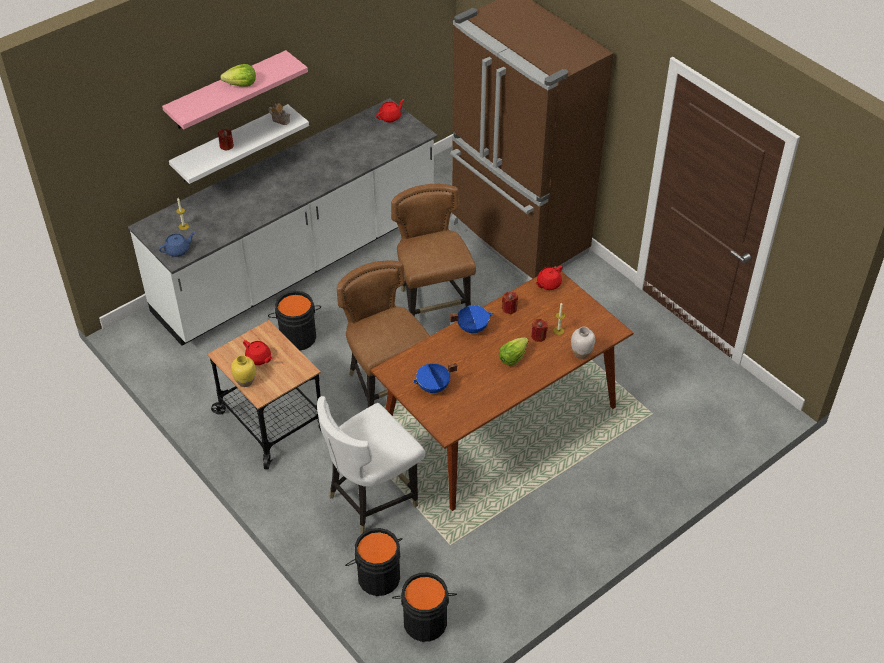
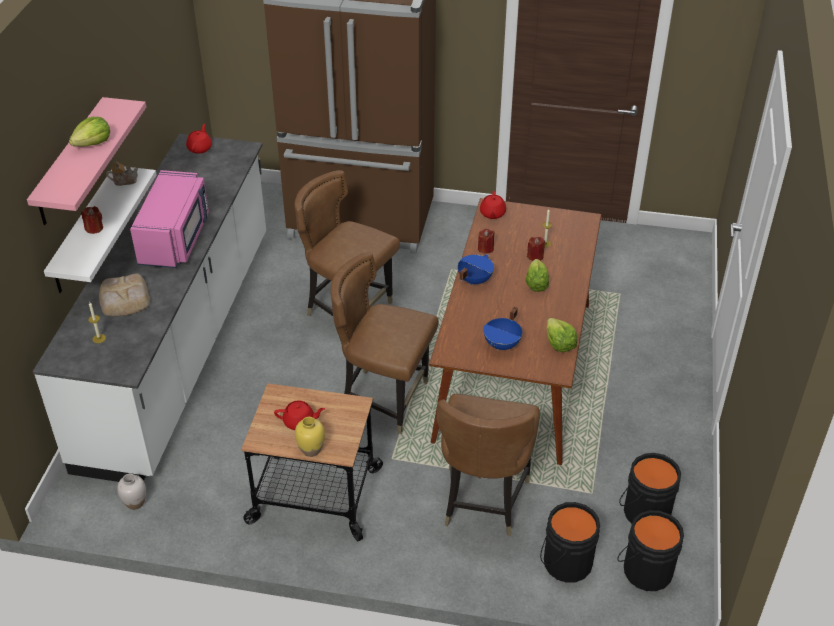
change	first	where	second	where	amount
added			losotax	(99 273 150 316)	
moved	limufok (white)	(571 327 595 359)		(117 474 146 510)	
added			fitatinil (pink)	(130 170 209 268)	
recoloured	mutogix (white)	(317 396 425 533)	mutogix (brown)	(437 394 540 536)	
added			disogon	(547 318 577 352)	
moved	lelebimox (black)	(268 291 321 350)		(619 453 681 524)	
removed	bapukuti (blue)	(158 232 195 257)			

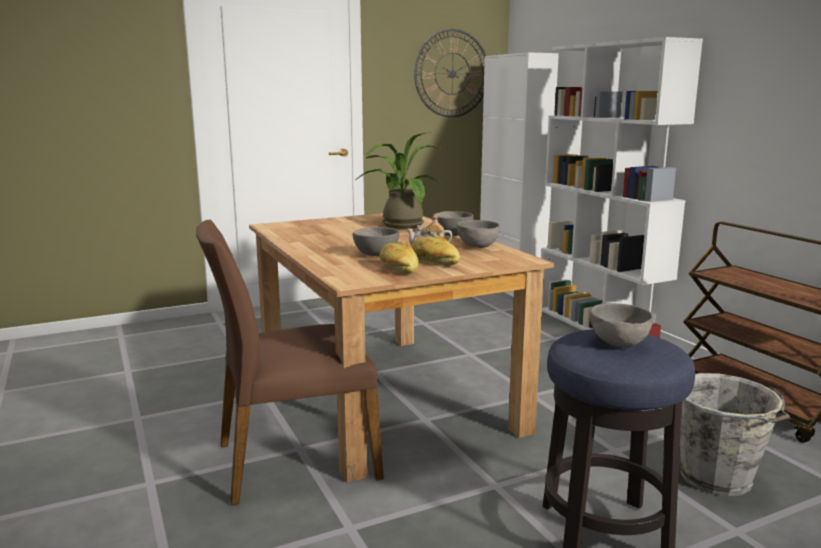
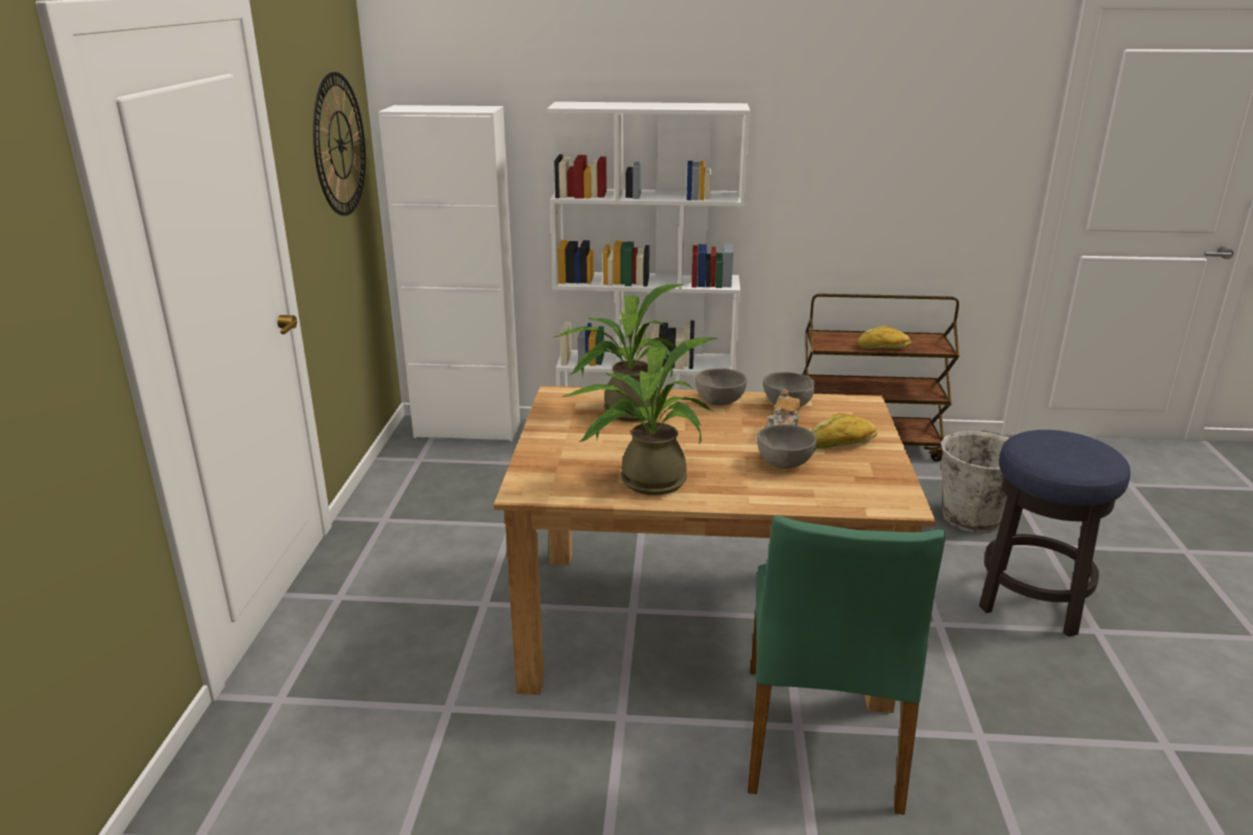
change	first	where	second	where	amount
added			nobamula	(561 338 717 495)	
recoloured	mutogix (brown)	(196 220 384 506)	mutogix (green)	(748 515 945 815)	
moved	losotax	(379 243 419 274)		(857 325 911 349)	
removed	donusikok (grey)	(590 303 653 347)			

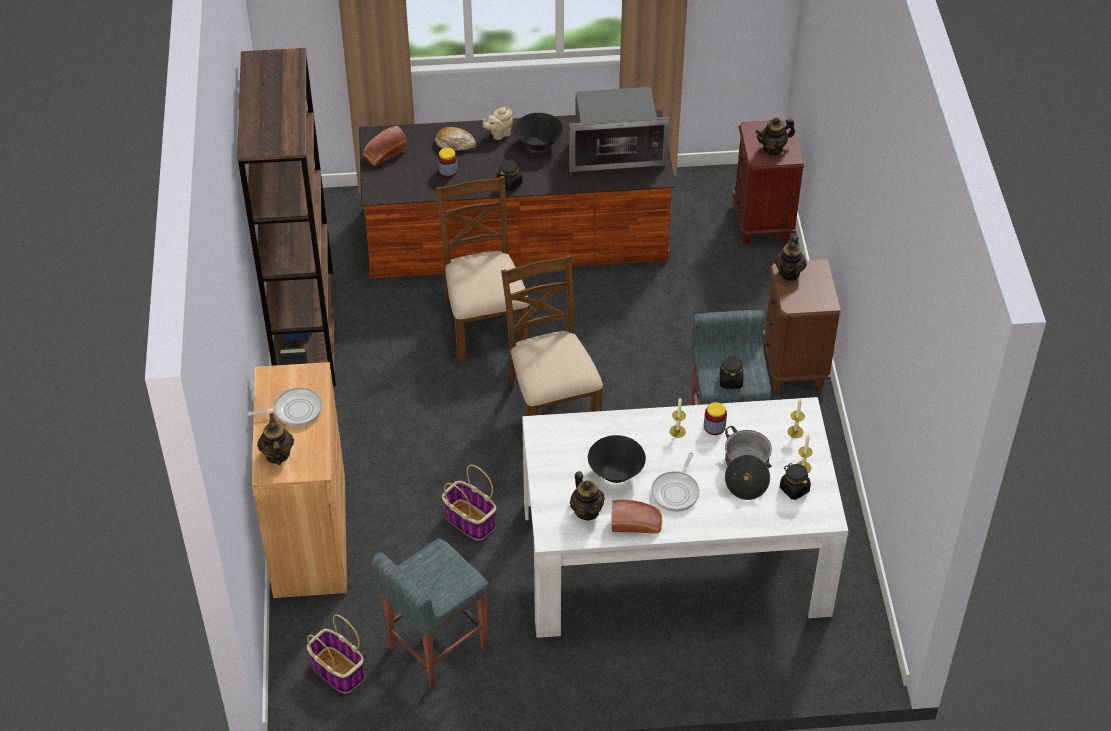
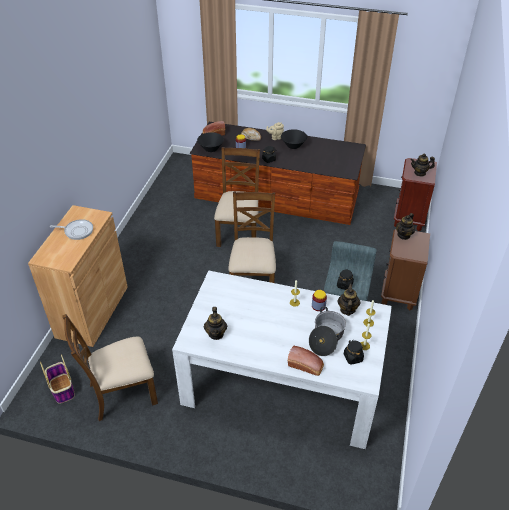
change	first	where	second	where	amount
replaced	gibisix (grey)	(371 538 489 689)	mutogix (brown)	(63 314 158 421)	
moved	donusikok (black)	(588 435 646 483)		(197 132 224 152)	
moved	losotax	(611 500 662 533)		(288 346 324 376)	
moved	bapukuti	(257 413 294 465)		(337 284 361 316)	
removed	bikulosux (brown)	(237 48 336 386)			
removed	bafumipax	(442 465 496 540)			
removed	fitatinil	(569 87 670 172)			
removed	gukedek	(651 452 700 512)			

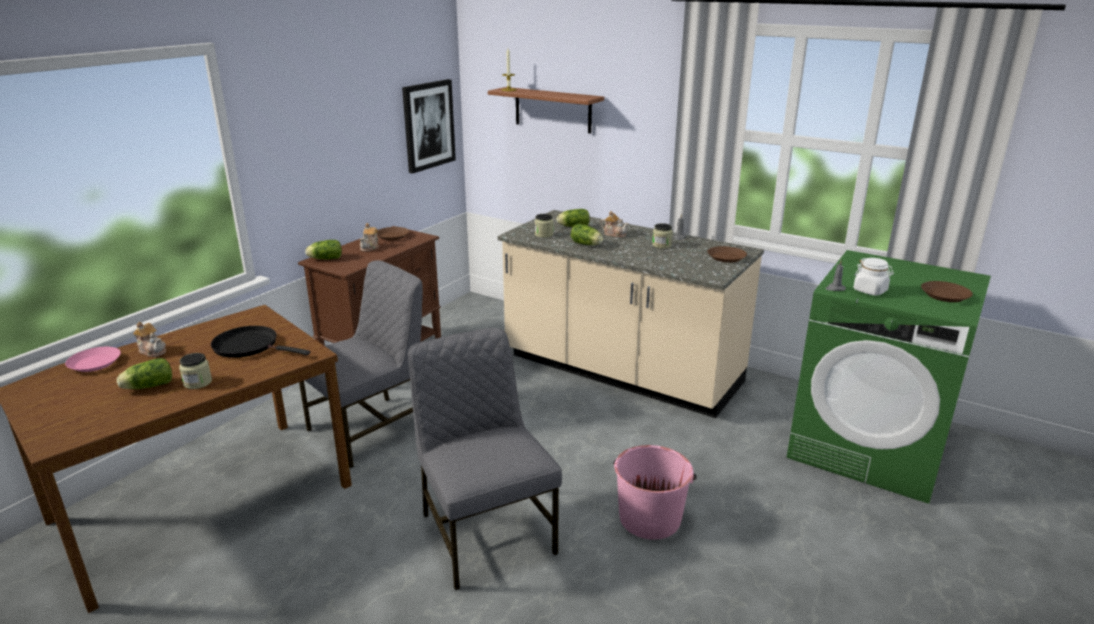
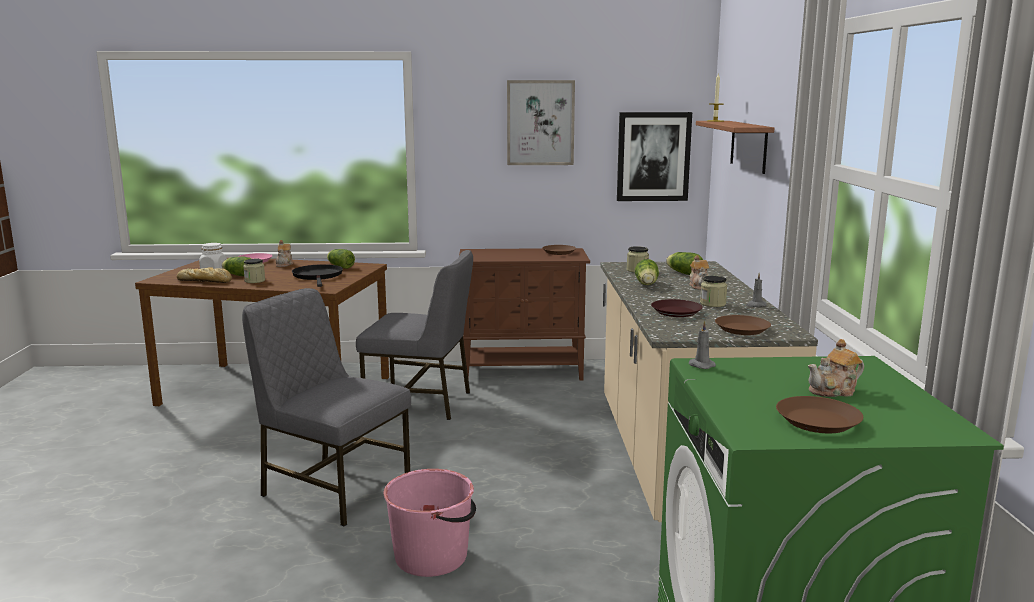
change	first	where	second	where	amount
added			losotax	(177 267 232 283)	
moved	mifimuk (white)	(853 258 894 296)		(199 243 227 269)	
turned	mutogix (grey)	(408 328 562 591)		(242 288 411 526)	90 degrees counterclockwise
moved	disogon	(305 240 342 259)		(327 249 355 269)	
added			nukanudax	(507 80 575 165)	
added			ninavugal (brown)	(651 299 703 317)	
moved	bapukuti	(360 223 379 252)		(808 339 864 397)	

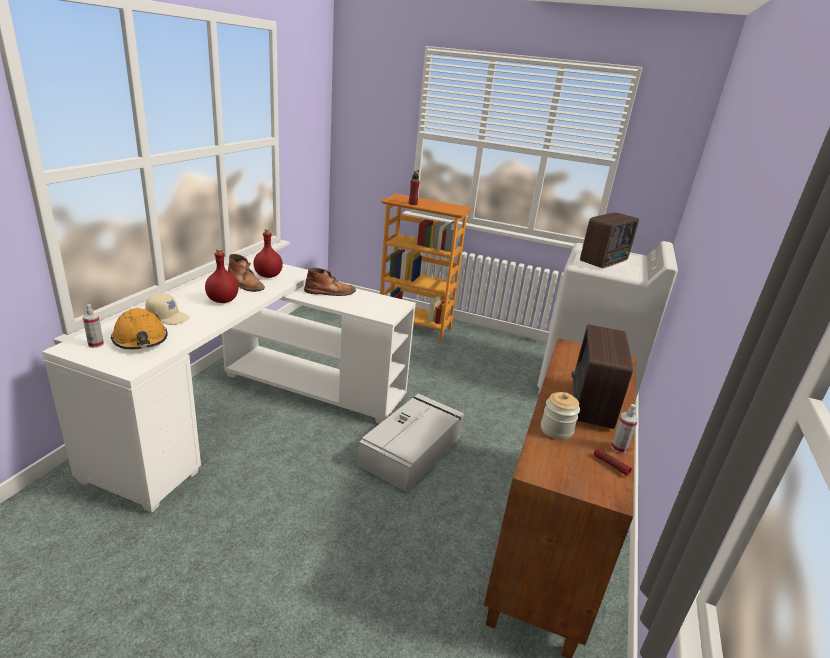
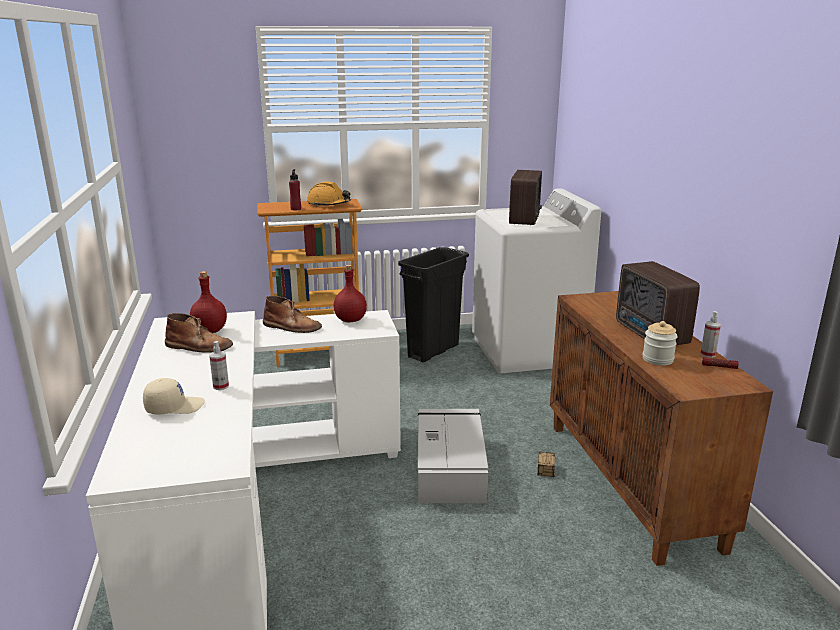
change	first	where	second	where	amount
moved	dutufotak	(83 304 104 348)		(209 341 229 390)	
turned	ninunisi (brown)	(304 268 356 296)		(263 296 322 333)	60 degrees clockwise
moved	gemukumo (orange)	(111 308 168 349)		(307 182 351 207)	
moved	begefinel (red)	(205 249 239 303)		(334 265 367 322)	
added			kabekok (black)	(398 247 469 362)	
added			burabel	(538 452 555 477)	

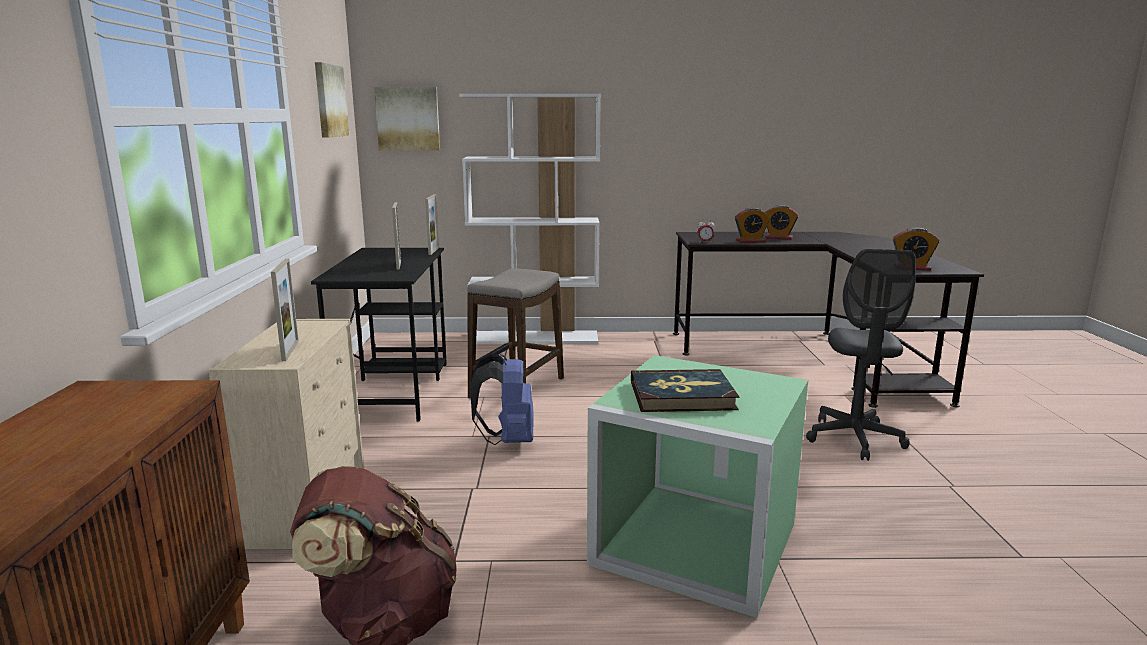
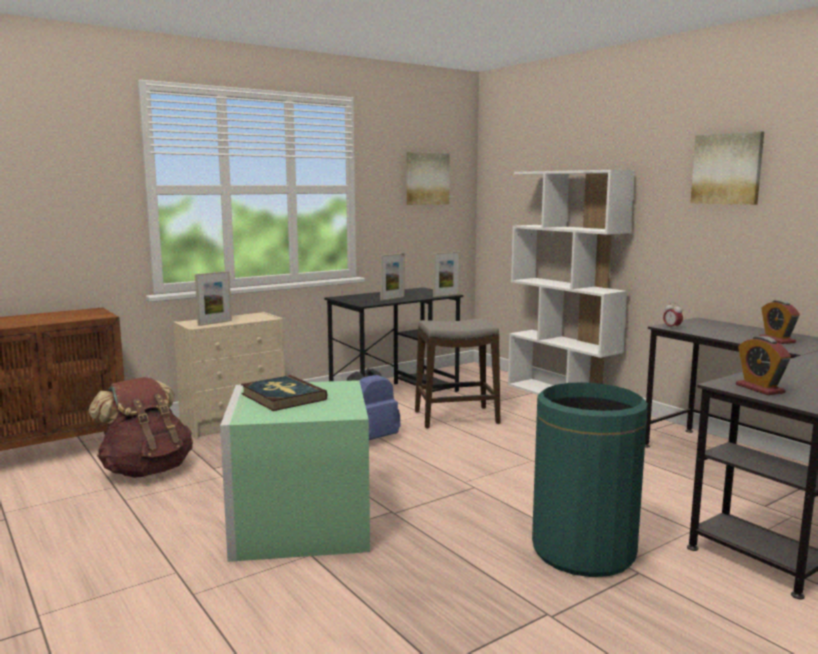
change	first	where	second	where	amount
replaced	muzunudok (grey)	(806 249 916 461)	kabekok (green)	(532 382 648 577)	
moved	nukanudax	(374 87 440 151)		(690 131 764 205)	
removed	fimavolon	(735 208 770 243)			

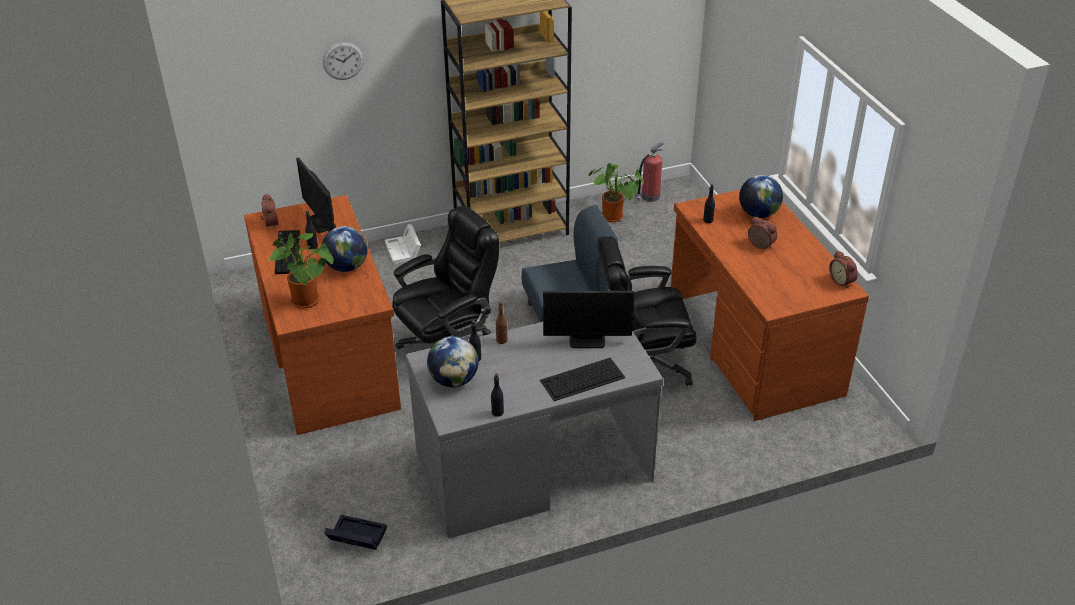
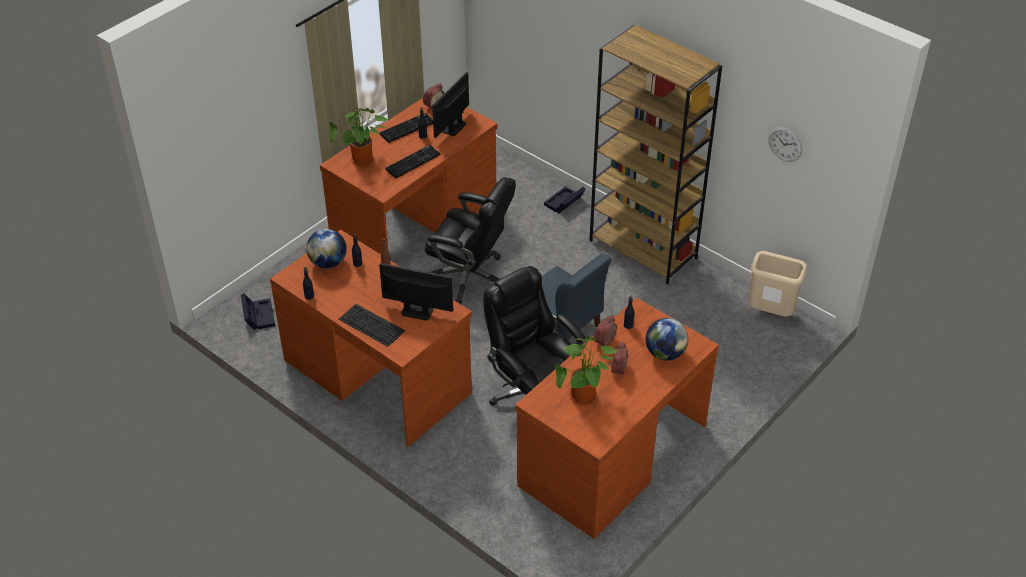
change	first	where	second	where	amount
recoloured	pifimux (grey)	(406 322 663 538)	pifimux (brown)	(270 229 472 447)	
turned	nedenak	(543 291 634 348)		(379 263 453 320)	135 degrees clockwise
replaced	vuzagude	(322 226 368 272)	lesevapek	(385 145 440 178)	
recoloured	burabel (white)	(385 224 421 264)	burabel (black)	(544 186 586 213)	
moved	nobamula	(589 163 644 222)		(555 336 616 405)	
moved	fimavolon	(829 250 858 289)		(594 315 617 347)	
replaced	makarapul	(637 142 663 202)	kabekok (beige)	(748 251 807 317)	
moved	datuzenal	(323 42 364 80)		(768 127 802 162)	

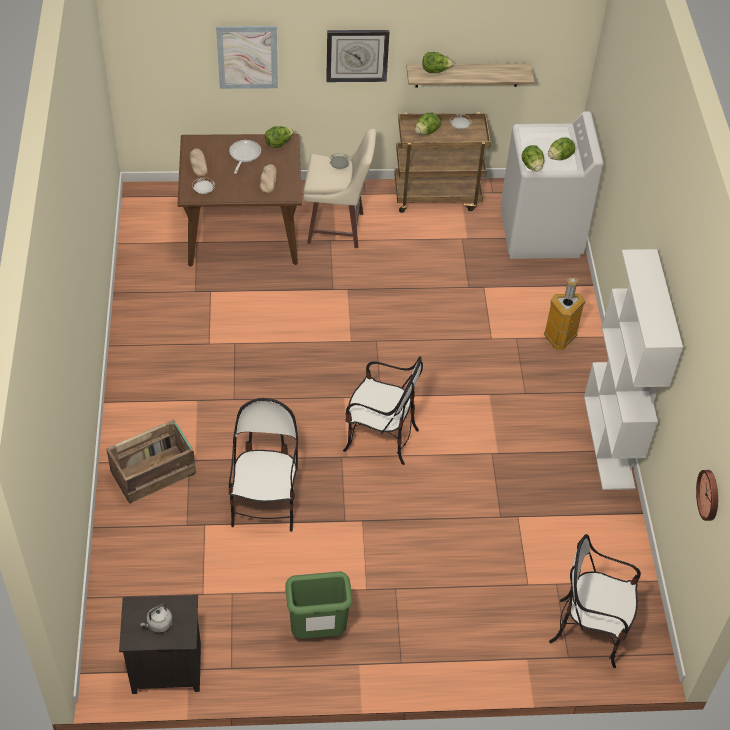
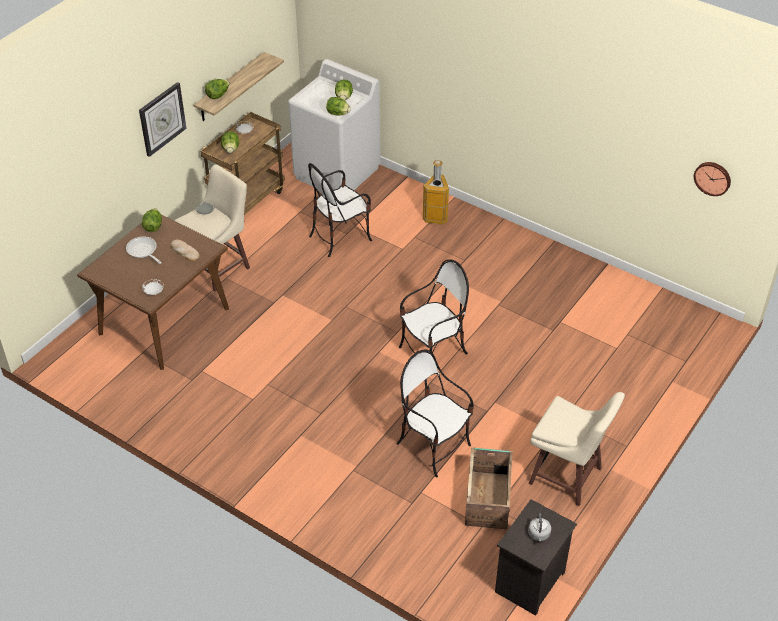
change	first	where	second	where	amount
moved	mutogix	(549 534 641 668)		(308 163 372 257)	
moved	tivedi	(106 419 196 504)		(465 447 513 529)	
replaced	kabekok (green)	(285 572 353 639)	gibisix (beige)	(529 392 625 506)	
removed	losotax	(190 148 208 177)			
removed	nukanudax	(216 26 278 89)			
removed	bikulosux (white)	(584 249 683 490)			

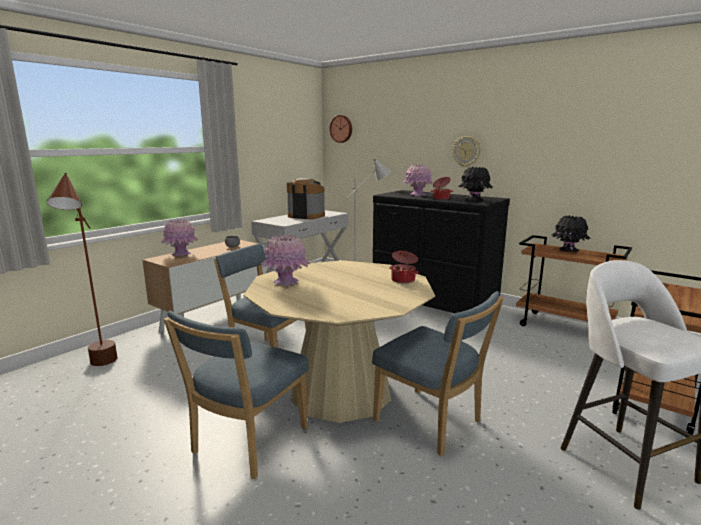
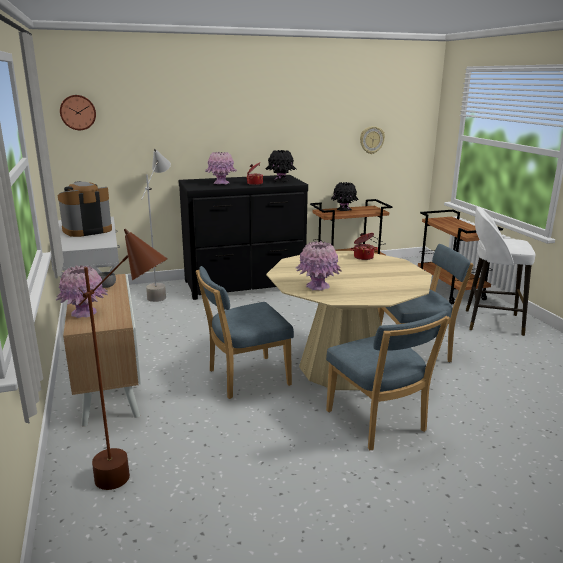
change	first	where	second	where	amount
moved	datuzenal	(452 136 481 167)		(360 126 385 154)	

